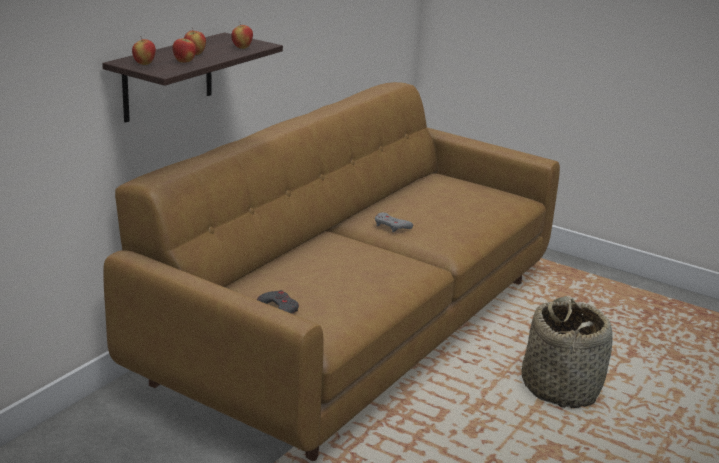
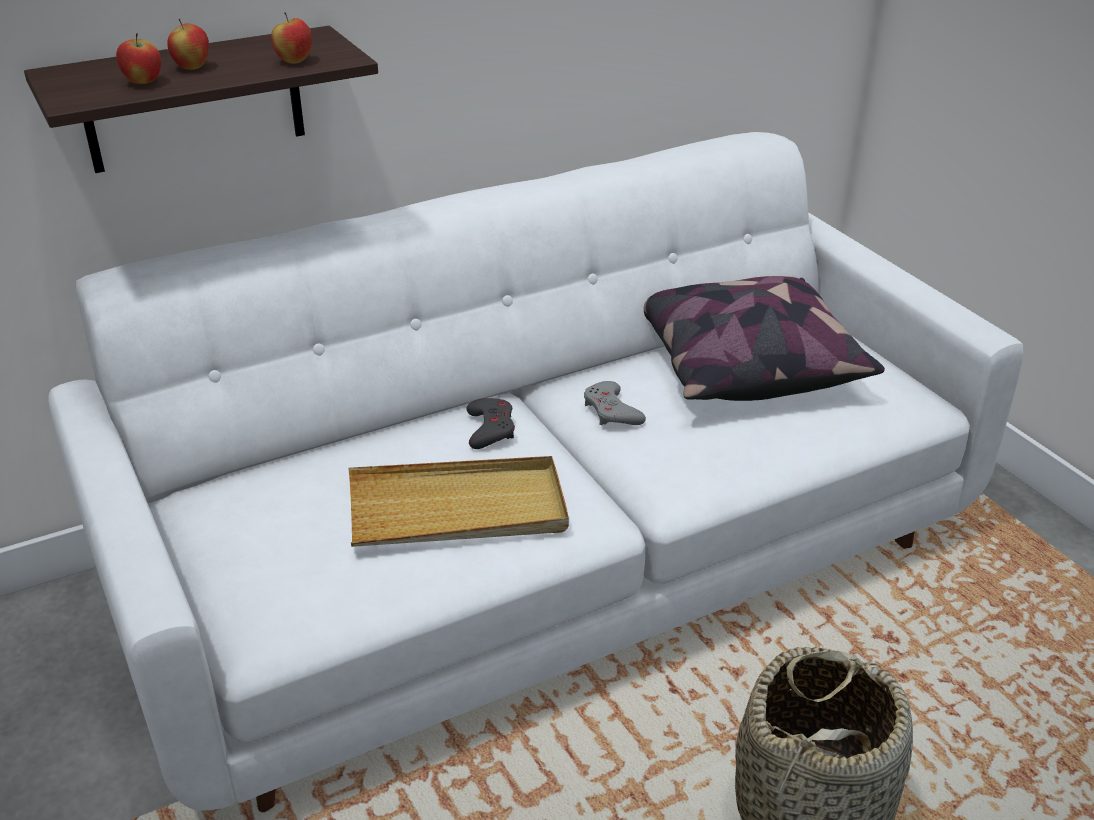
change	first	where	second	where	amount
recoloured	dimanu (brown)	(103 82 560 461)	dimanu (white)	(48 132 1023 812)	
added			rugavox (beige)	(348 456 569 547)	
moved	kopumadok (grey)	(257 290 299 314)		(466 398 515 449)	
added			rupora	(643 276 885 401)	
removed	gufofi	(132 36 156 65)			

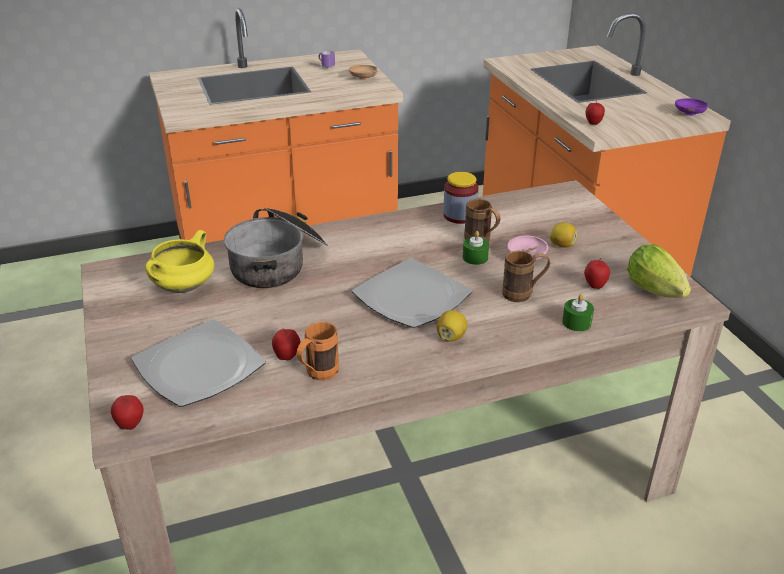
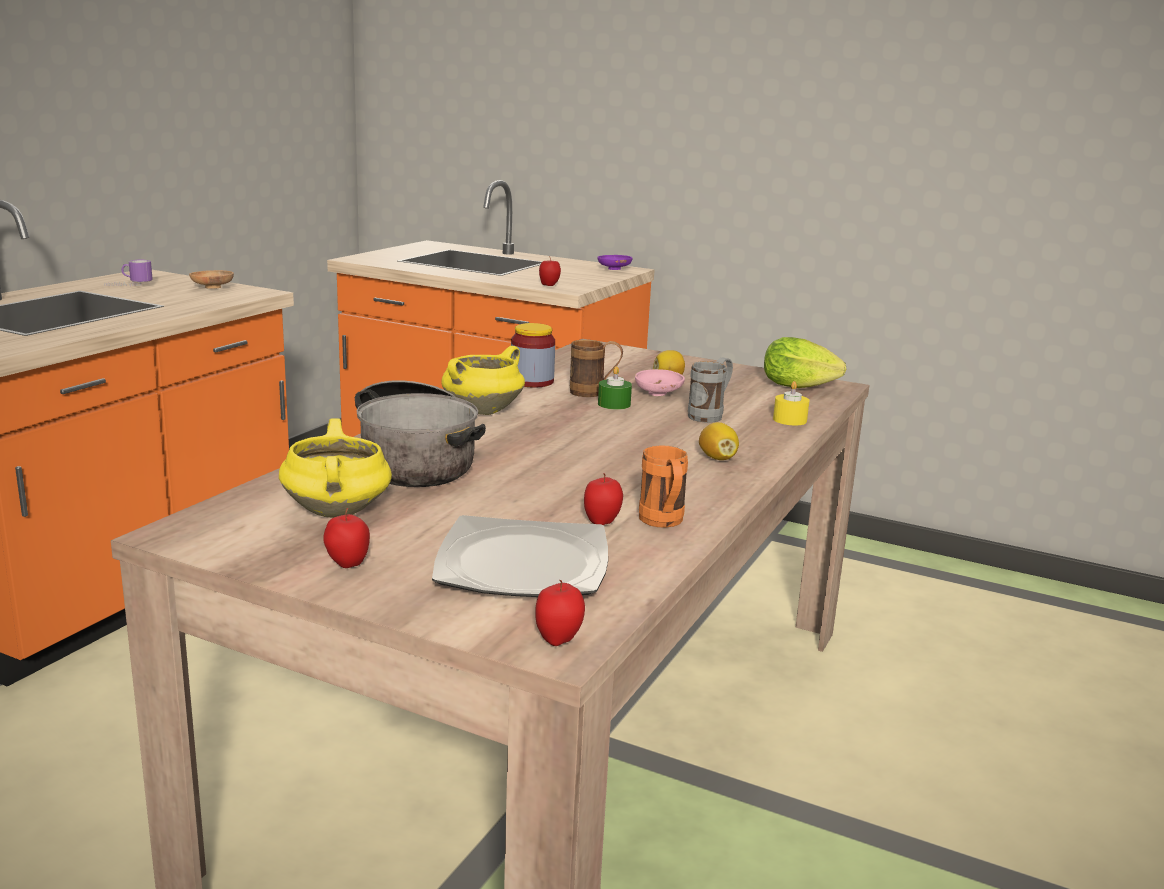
change	first	where	second	where	amount
moved	gufofi	(584 258 610 289)		(323 508 370 568)	
added			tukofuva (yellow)	(442 346 525 415)	
recoloured	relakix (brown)	(502 251 550 302)	relakix (grey)	(688 357 733 423)	
recoloured	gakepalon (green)	(562 294 594 331)	gakepalon (yellow)	(773 381 810 425)	
removed	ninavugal	(352 258 473 328)			

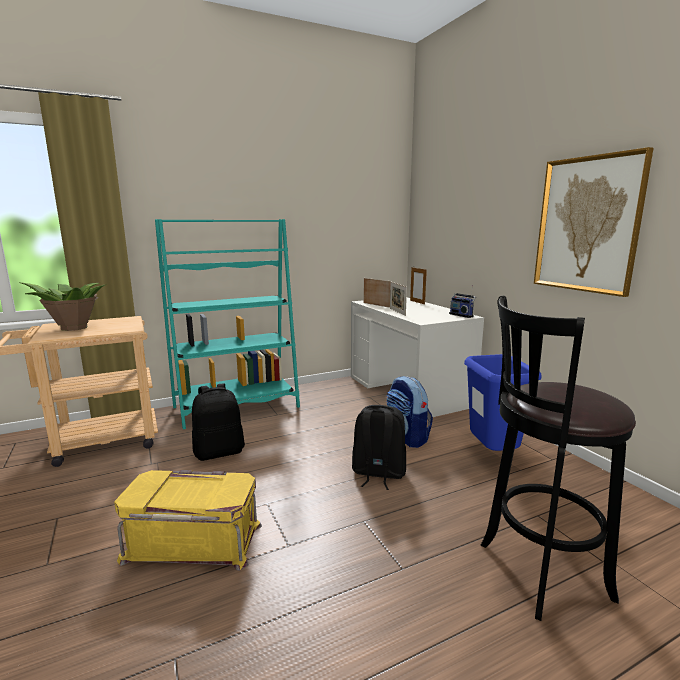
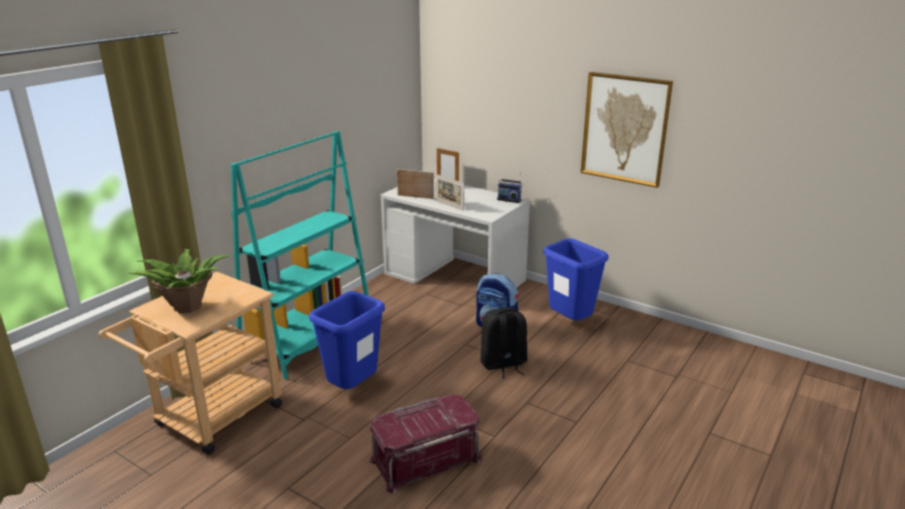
change	first	where	second	where	amount
replaced	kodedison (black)	(192 383 245 461)	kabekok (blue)	(309 291 385 389)	
recoloured	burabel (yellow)	(114 470 262 571)	burabel (red)	(369 394 482 494)	
removed	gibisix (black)	(480 296 636 621)			

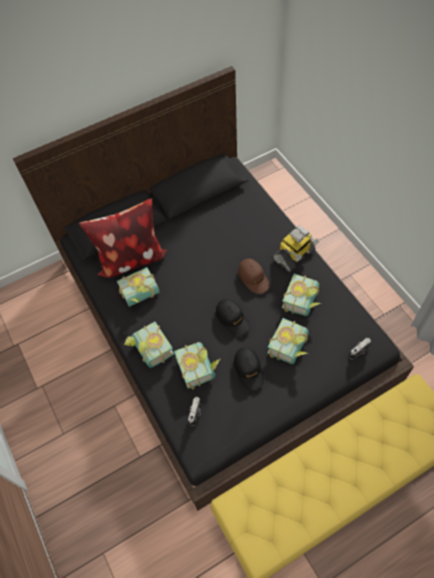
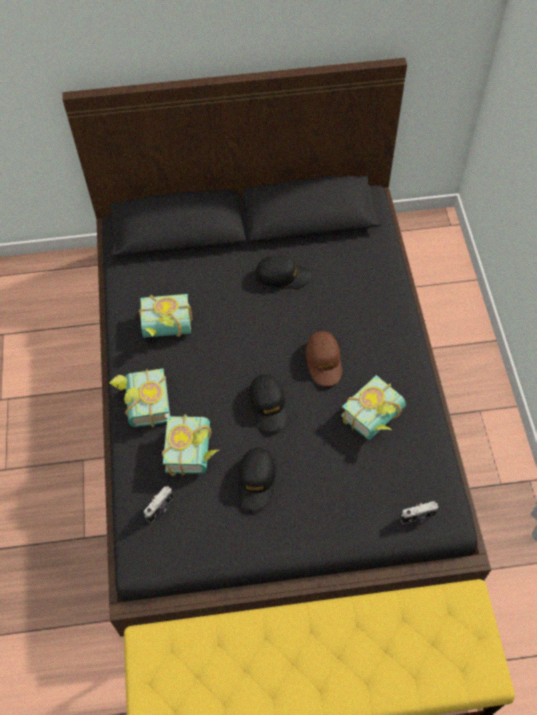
change	first	where	second	where	amount
added			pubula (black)	(256 256 312 289)	
removed	rupora	(79 198 167 278)			
removed	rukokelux	(267 318 309 364)			
removed	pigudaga	(273 225 319 272)			

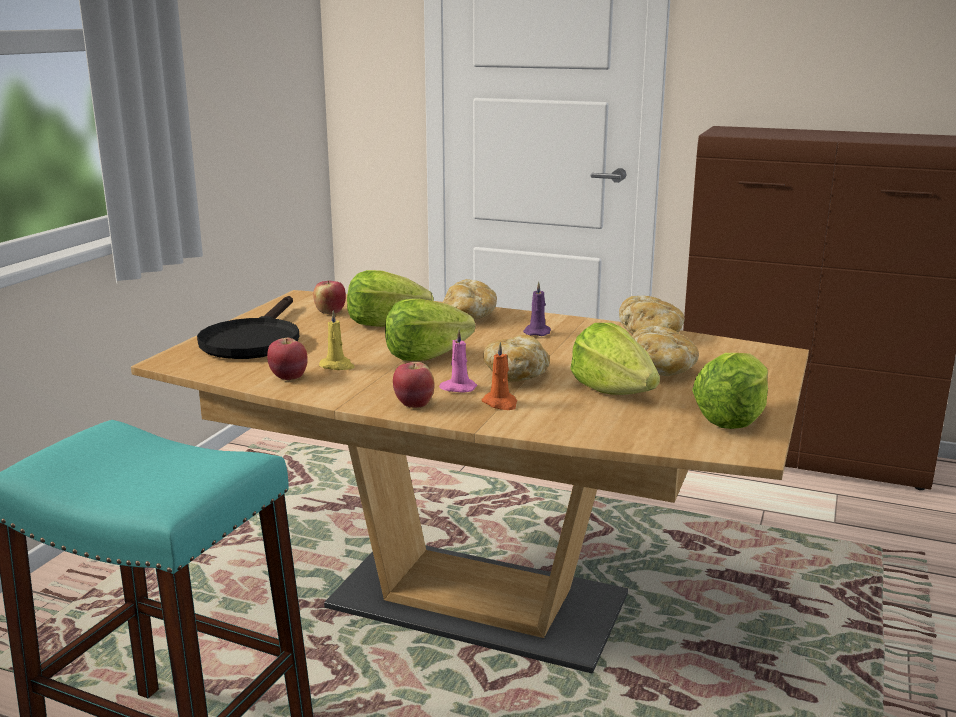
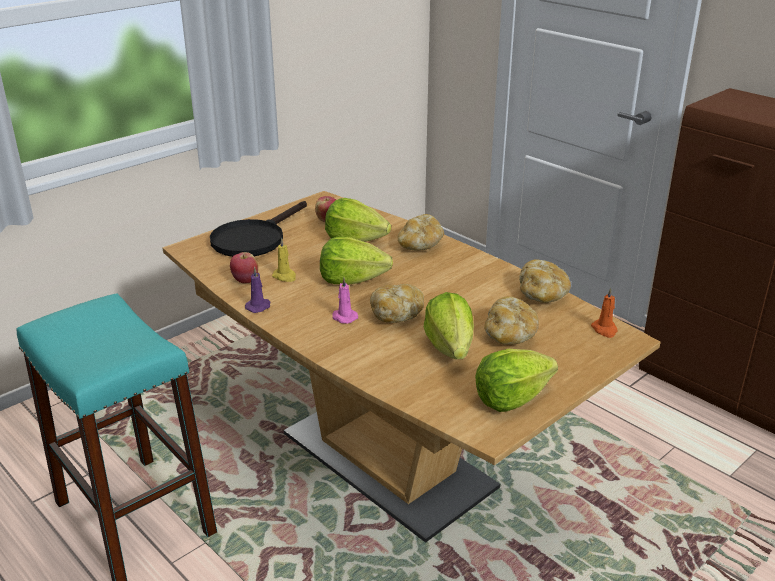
change	first	where	second	where	amount
moved	gakepalon (purple)	(523 282 551 336)		(245 267 270 313)	
moved	gakepalon (orange)	(482 342 517 410)		(591 288 618 338)	
removed	gufofi	(393 362 435 408)			

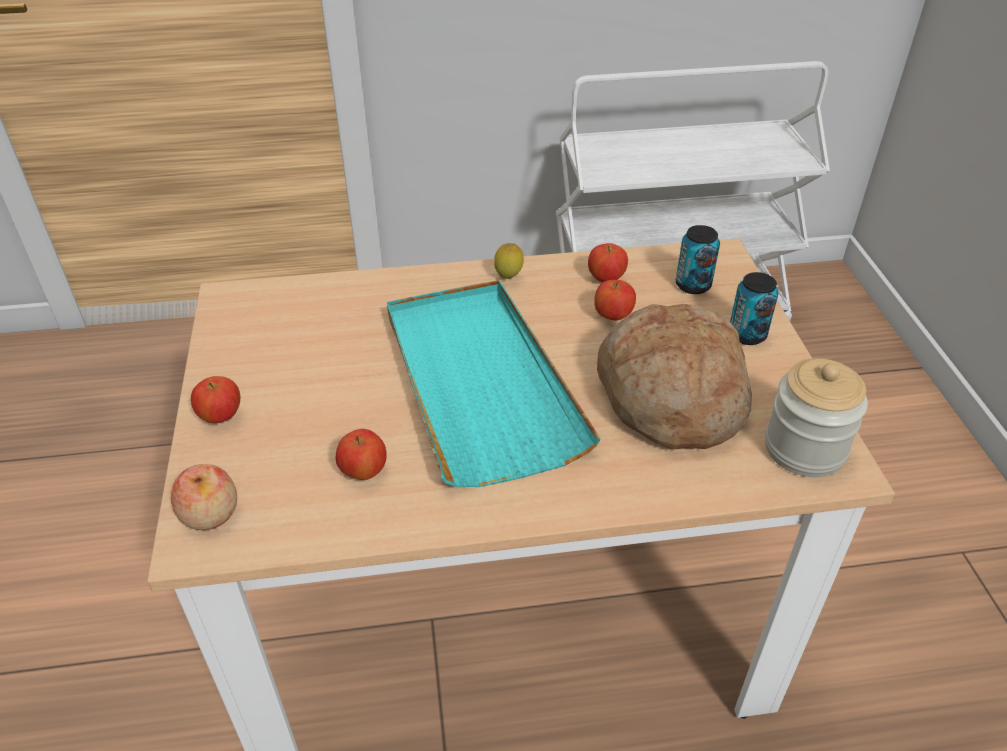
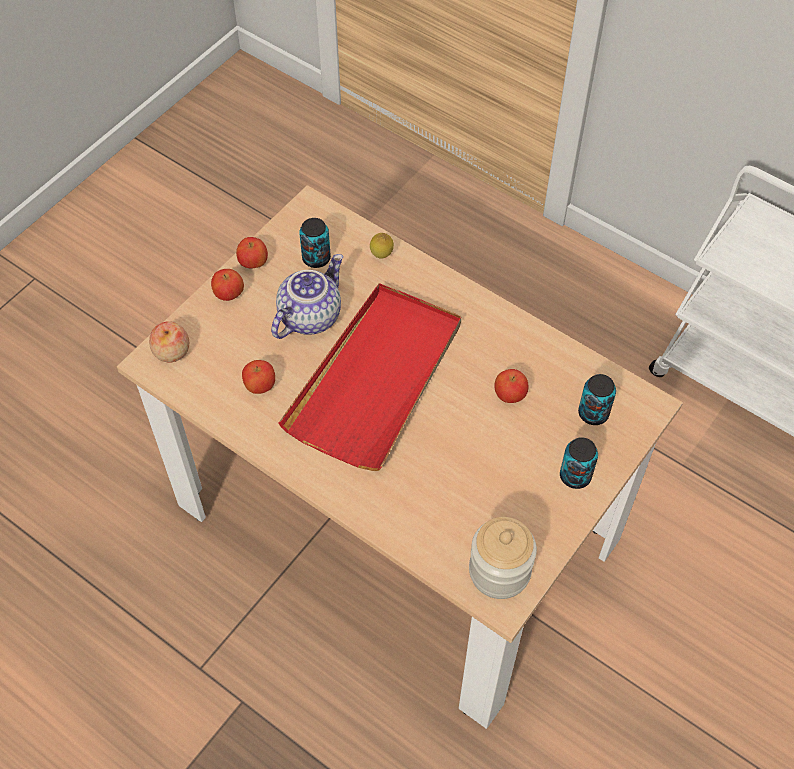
change	first	where	second	where	amount
moved	gufofi	(588 243 628 282)		(236 237 268 268)	
added			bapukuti	(271 254 343 339)	
recoloured	rugavox (turquoise)	(387 280 601 487)	rugavox (red)	(278 283 461 471)	
added			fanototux	(299 218 331 268)	
moved	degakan	(494 243 524 279)		(370 233 394 259)	
removed	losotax	(597 304 752 450)			

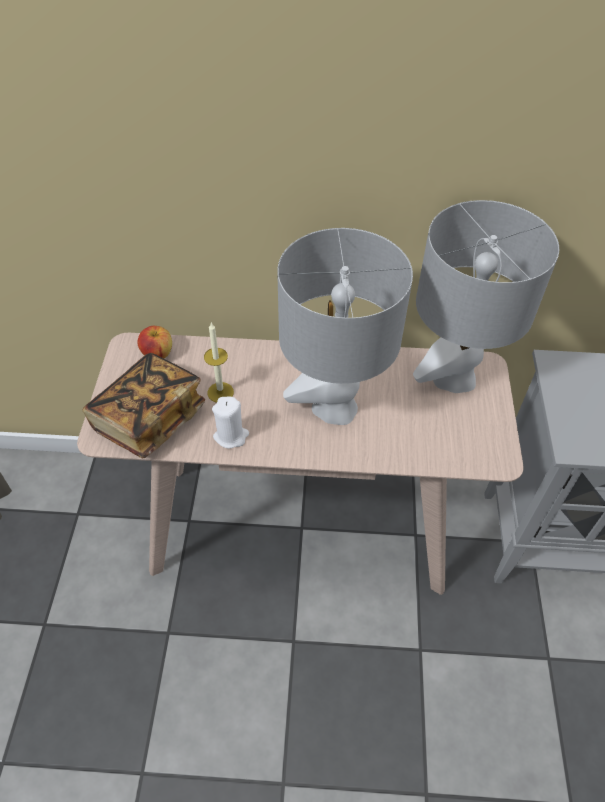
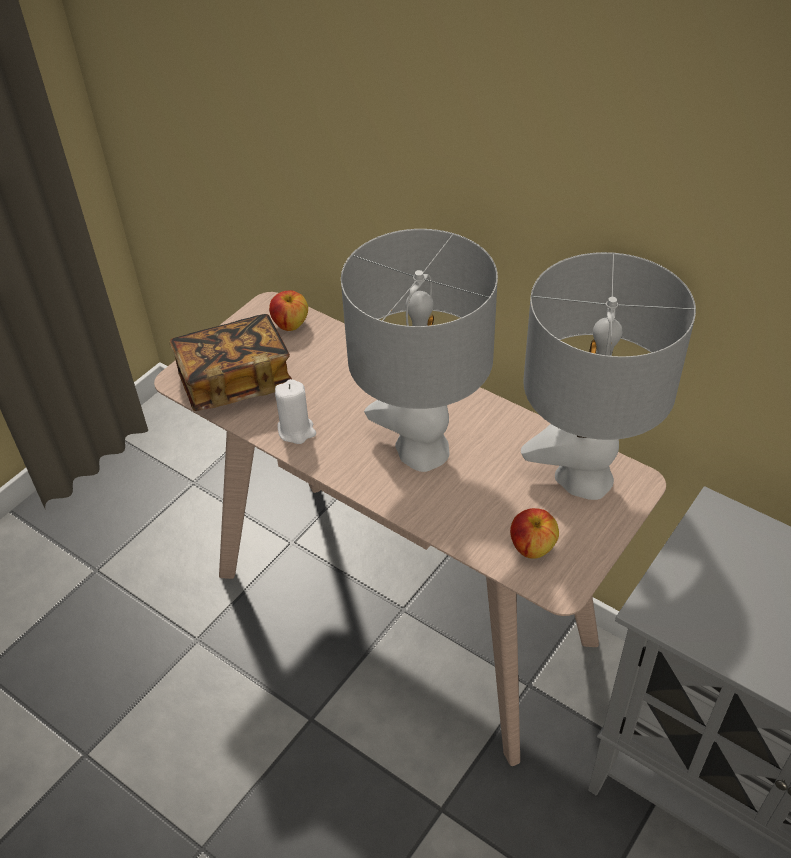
change	first	where	second	where	amount
added			gufofi	(510 508 559 558)	
removed	gakepalon	(204 323 234 403)			

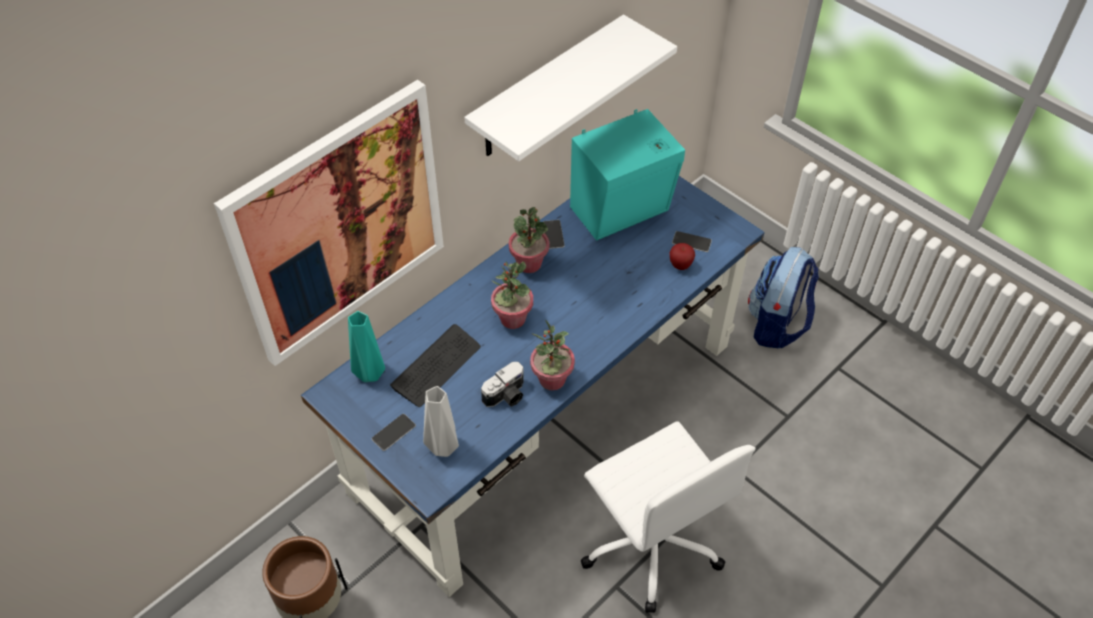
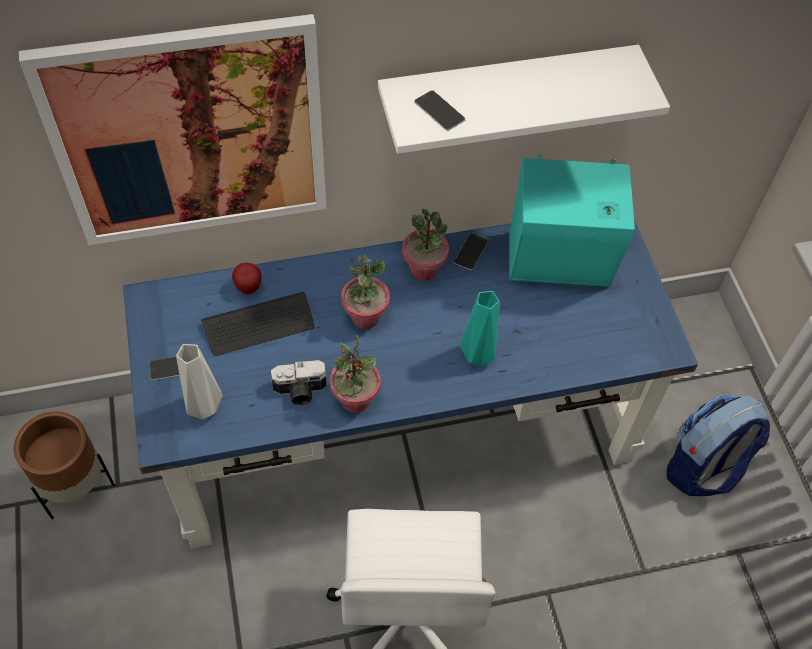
change	first	where	second	where	amount
moved	gufofi	(669 243 695 270)		(232 263 262 294)	
moved	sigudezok	(672 231 712 252)		(414 90 466 131)	
moved	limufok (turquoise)	(348 311 385 382)		(460 291 500 367)	

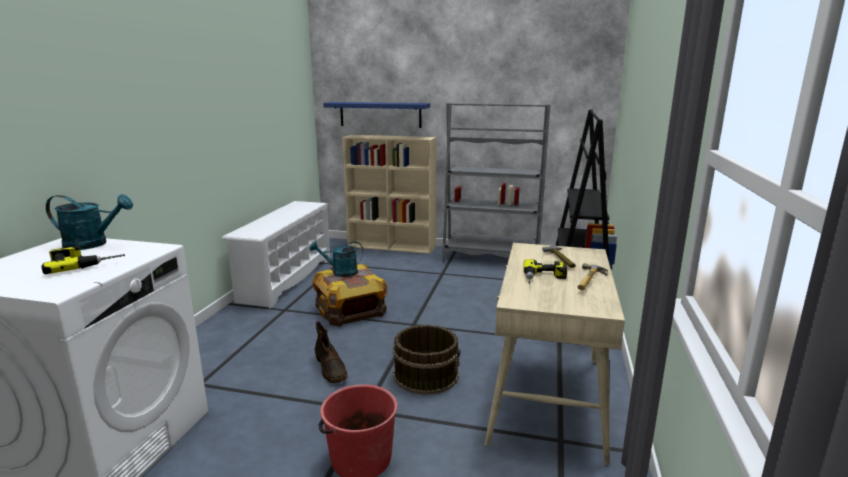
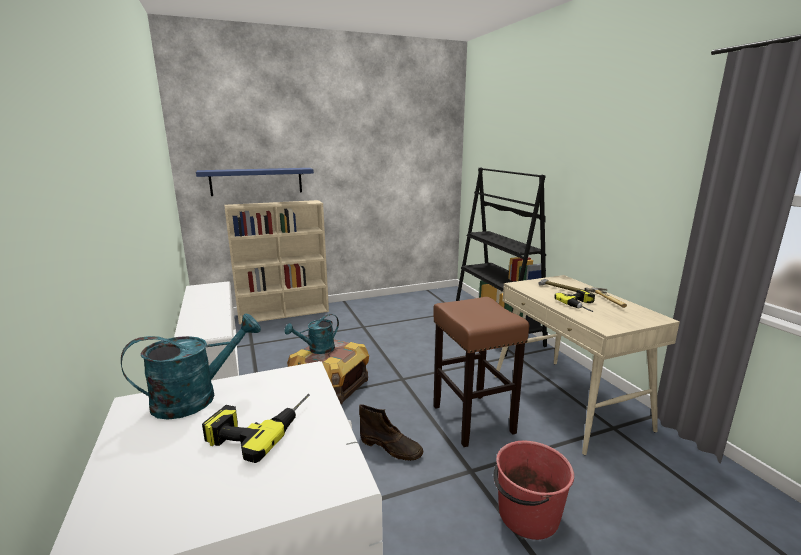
change	first	where	second	where	amount
replaced	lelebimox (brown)	(393 325 461 395)	gibisix (brown)	(433 297 529 447)	
removed	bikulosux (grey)	(442 103 550 262)			

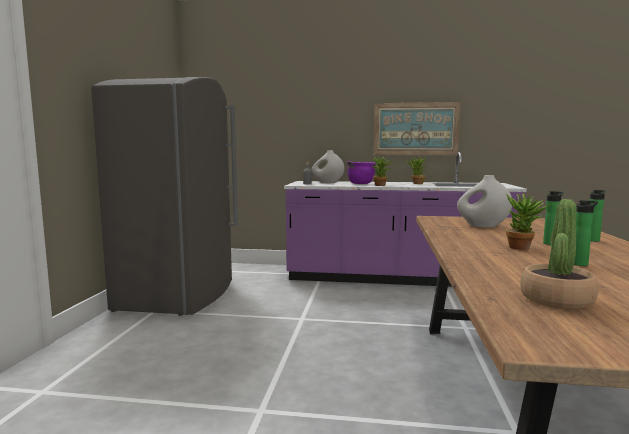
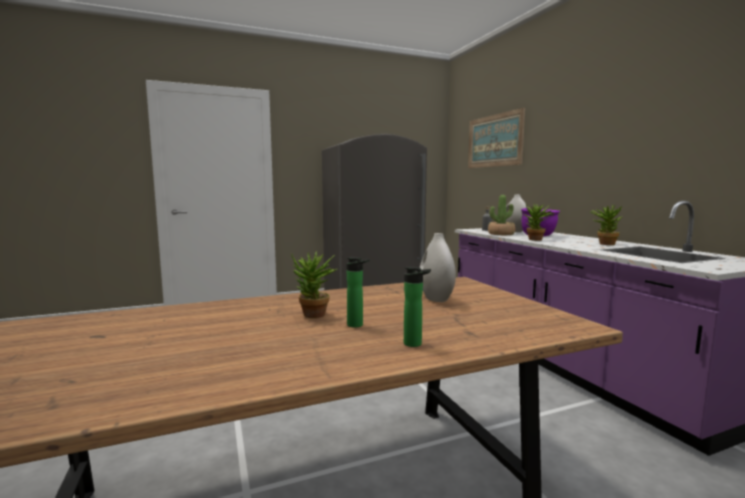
change	first	where	second	where	amount
moved	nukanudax	(373 102 461 155)		(468 108 525 168)	
moved	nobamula	(520 199 599 310)		(488 195 515 235)	
removed	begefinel	(574 200 598 266)			

